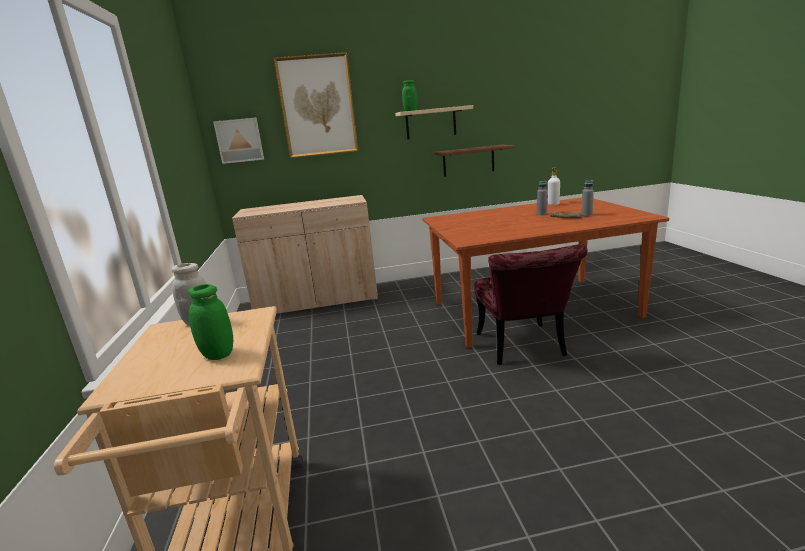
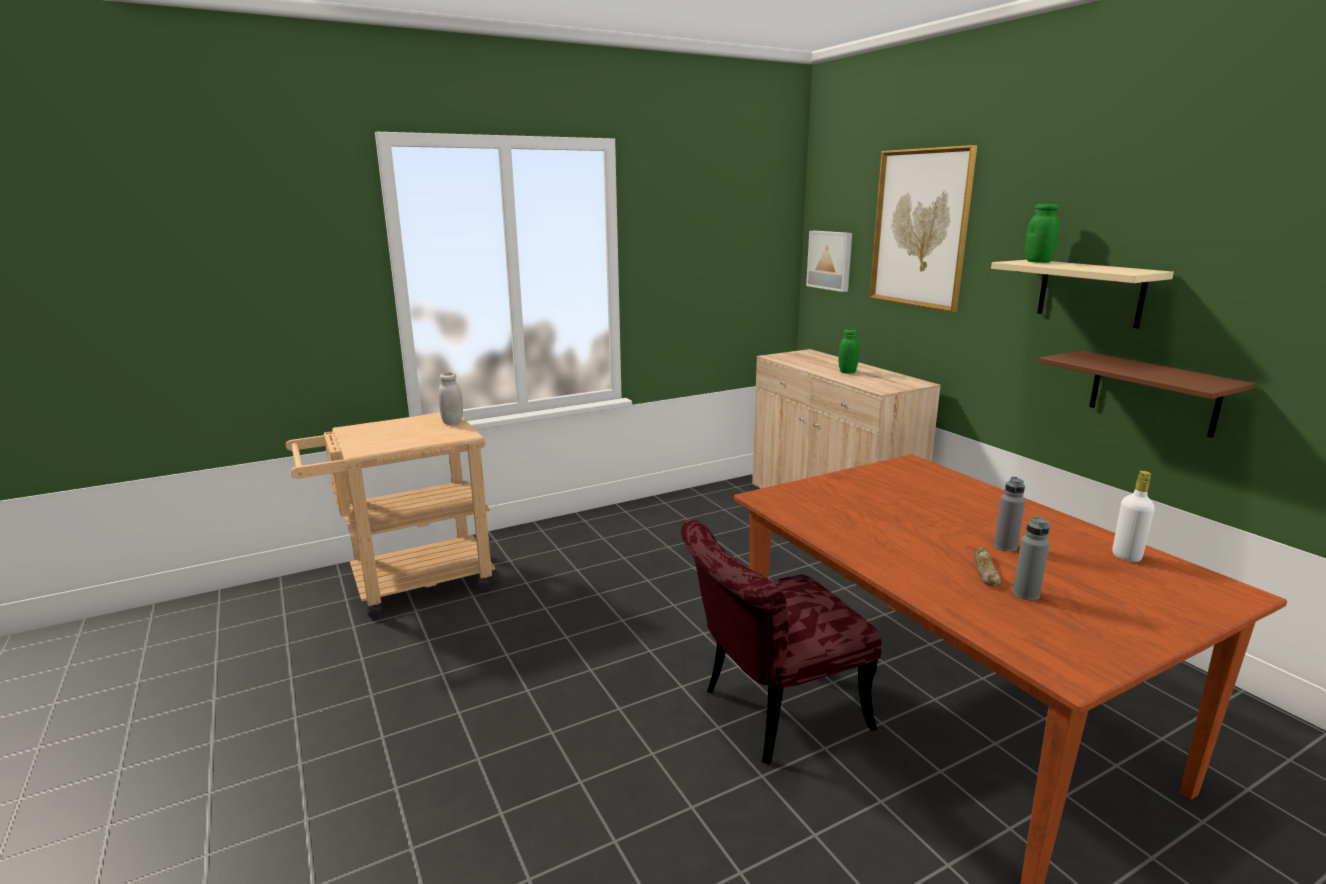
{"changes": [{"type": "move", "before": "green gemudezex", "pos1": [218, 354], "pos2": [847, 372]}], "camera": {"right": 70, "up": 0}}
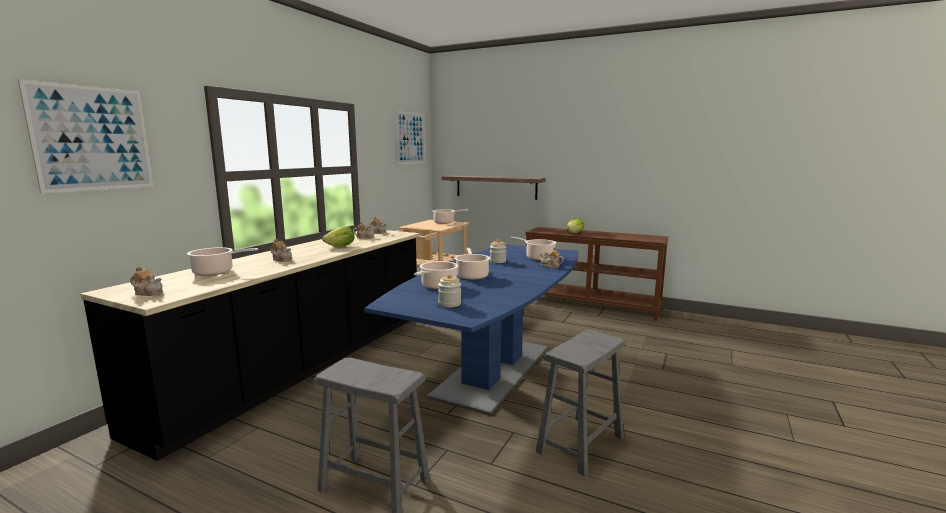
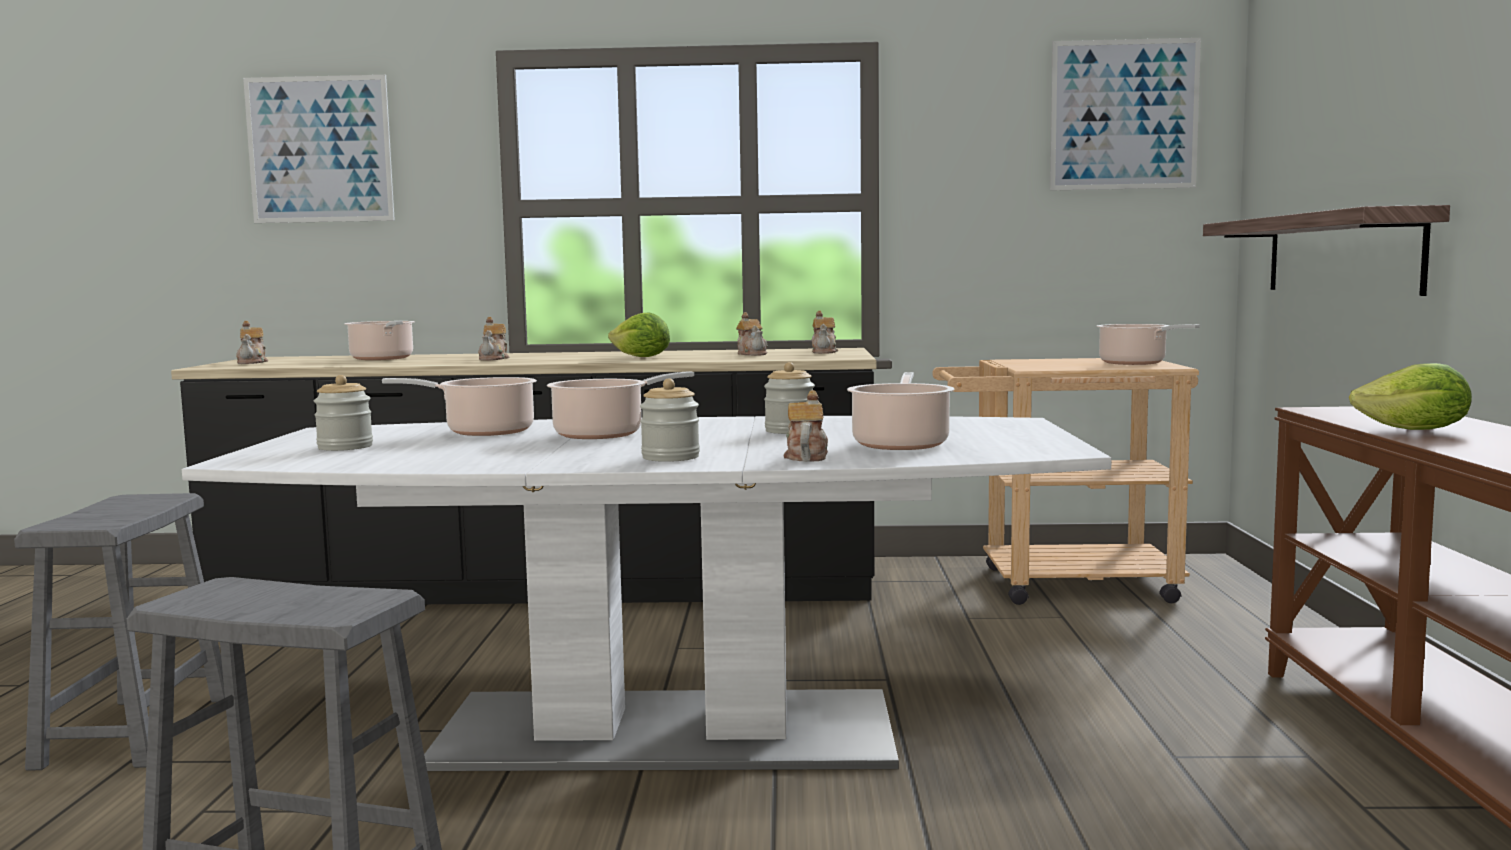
{"changes": [{"type": "recolor", "before": "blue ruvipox", "after": "white ruvipox", "pos1": [493, 371], "pos2": [664, 731]}, {"type": "insert", "after": "gemudezex", "pos2": [670, 457]}], "camera": {"right": 65, "up": -5}}
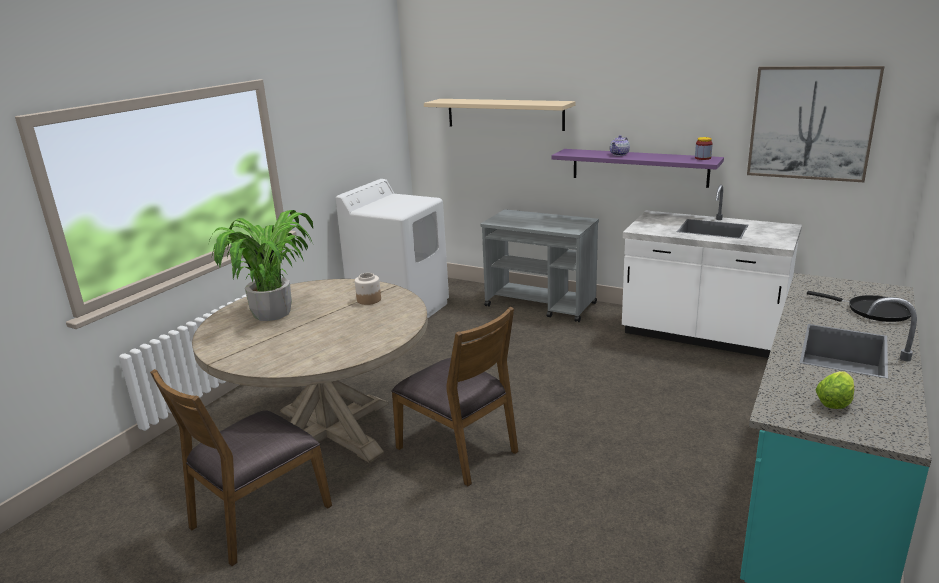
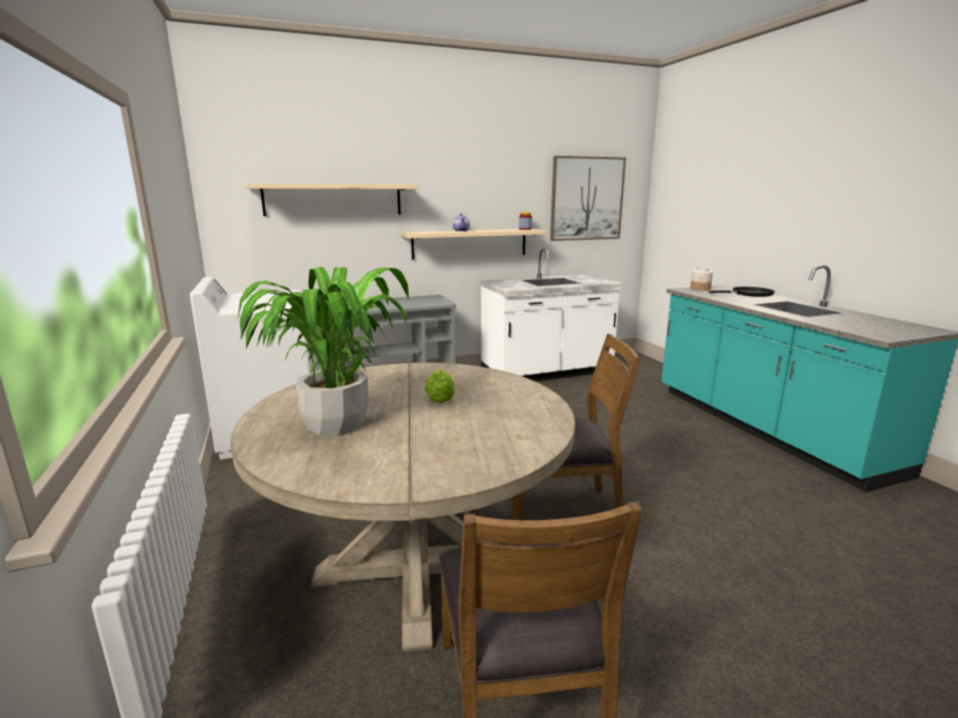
{"changes": [{"type": "move", "before": "gemudezex", "pos1": [368, 300], "pos2": [700, 289]}, {"type": "recolor", "before": "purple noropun", "after": "beige noropun", "pos1": [639, 167], "pos2": [470, 243]}, {"type": "move", "before": "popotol", "pos1": [835, 401], "pos2": [439, 398]}], "camera": {"right": -50, "up": -5}}
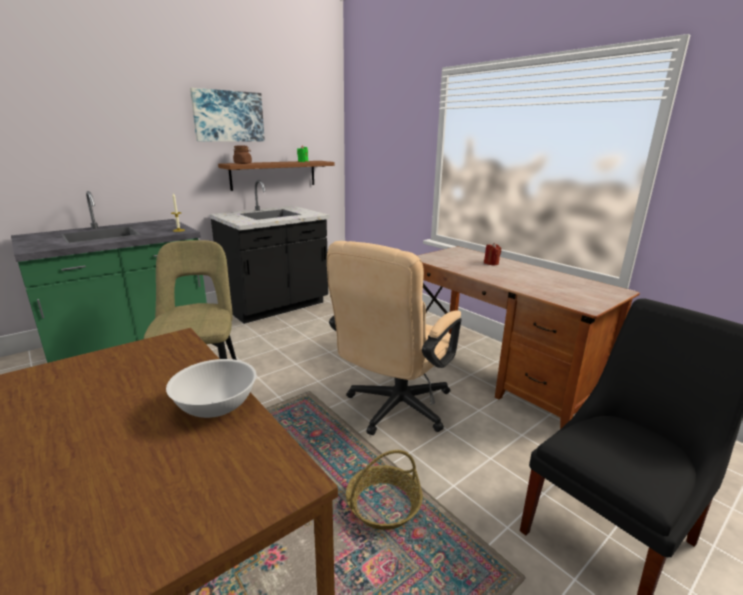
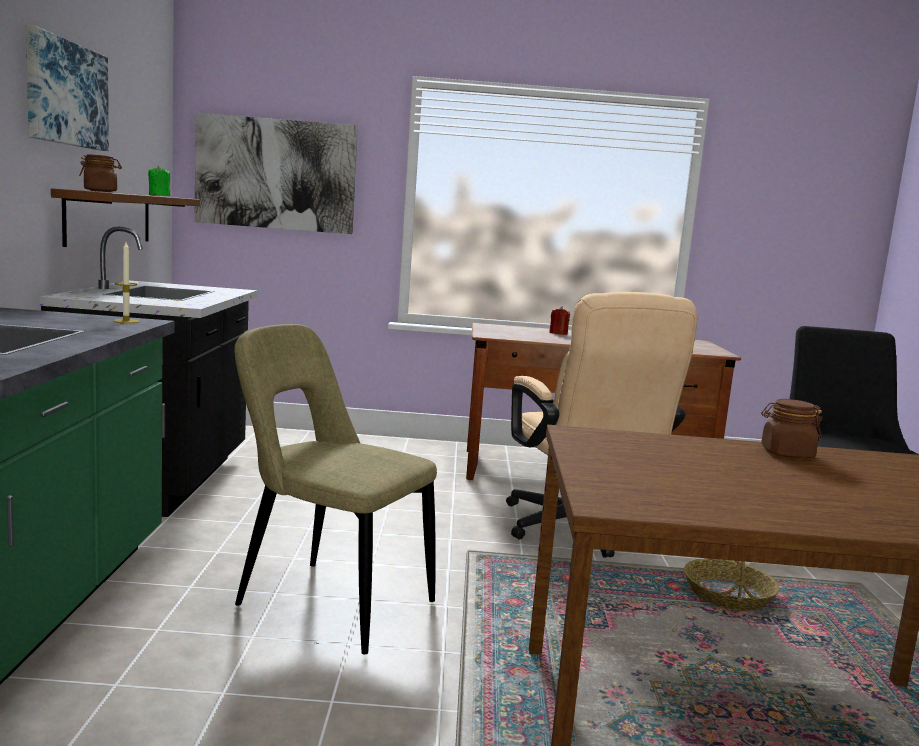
{"changes": [{"type": "replace", "before": "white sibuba", "after": "brown gemudezex", "pos1": [216, 406], "pos2": [786, 453]}, {"type": "insert", "after": "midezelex", "pos2": [275, 174]}], "camera": {"right": -50, "up": -10}}
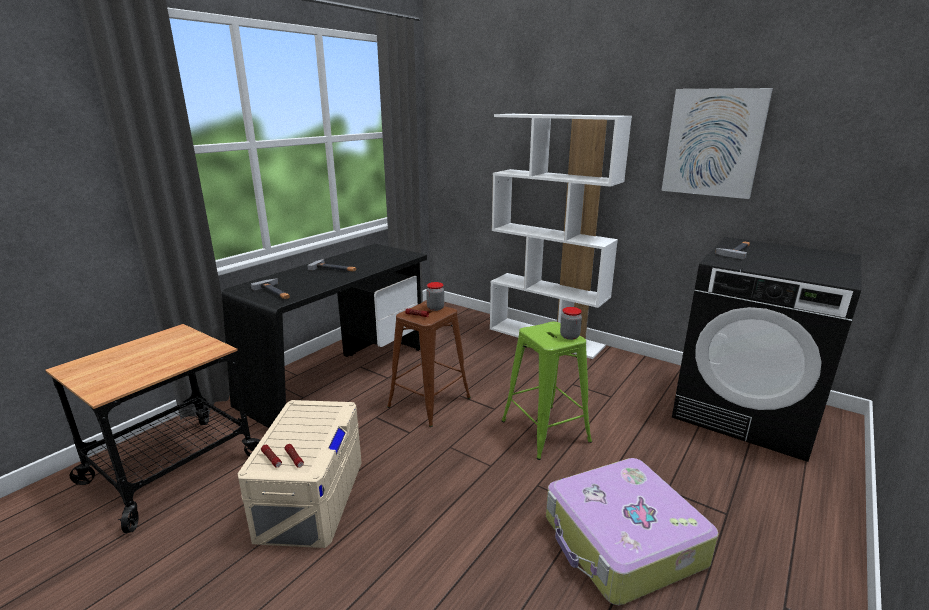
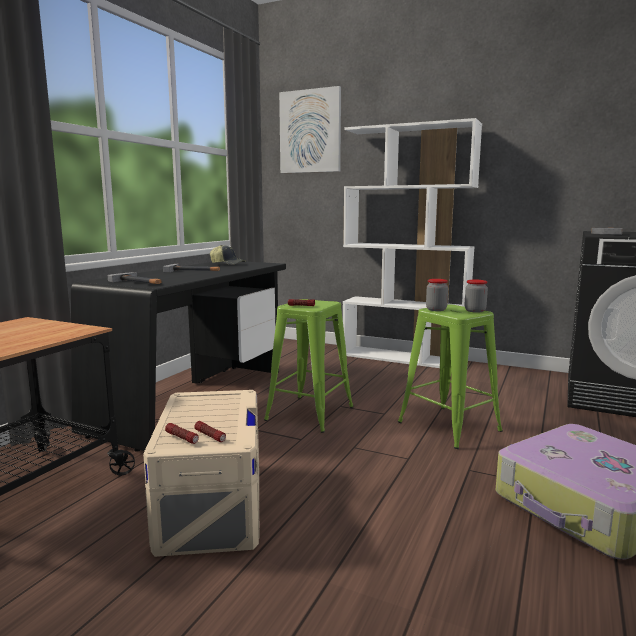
{"changes": [{"type": "recolor", "before": "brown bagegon", "after": "green bagegon", "pos1": [430, 402], "pos2": [310, 413]}, {"type": "move", "before": "gemudezex", "pos1": [435, 308], "pos2": [436, 309]}, {"type": "move", "before": "midezelex", "pos1": [713, 143], "pos2": [310, 131]}, {"type": "insert", "after": "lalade", "pos2": [228, 263]}], "camera": {"right": -10, "up": -10}}
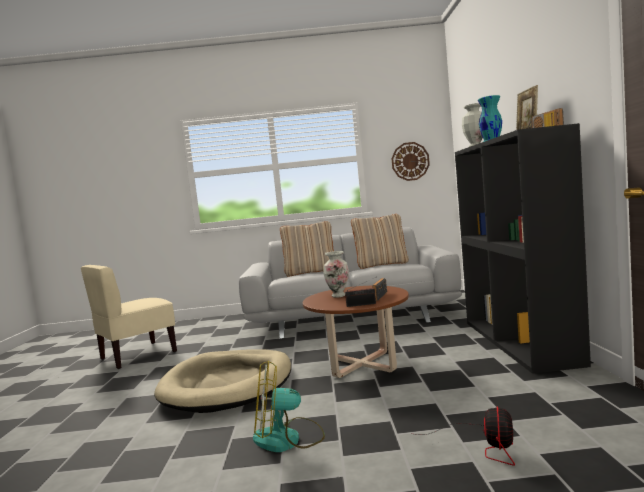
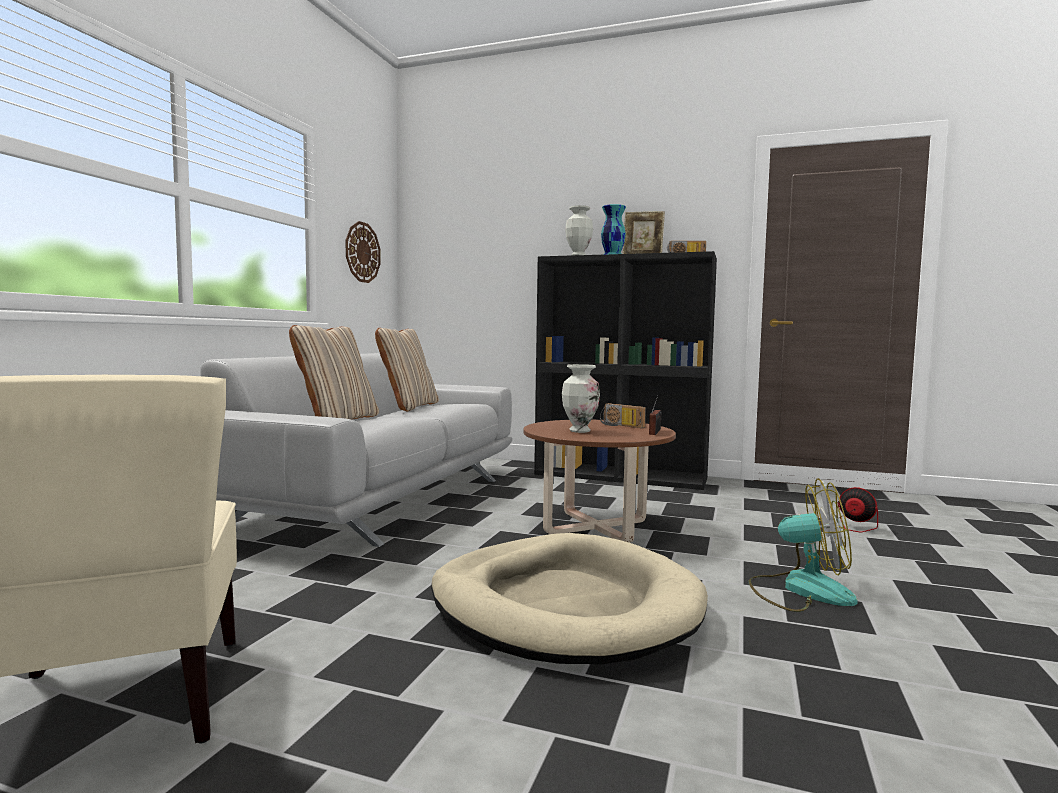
{"changes": [{"type": "rotate", "before": "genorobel", "pos1": [288, 439], "pos2": [800, 590], "turn": -90}], "camera": {"right": -70, "up": 0}}
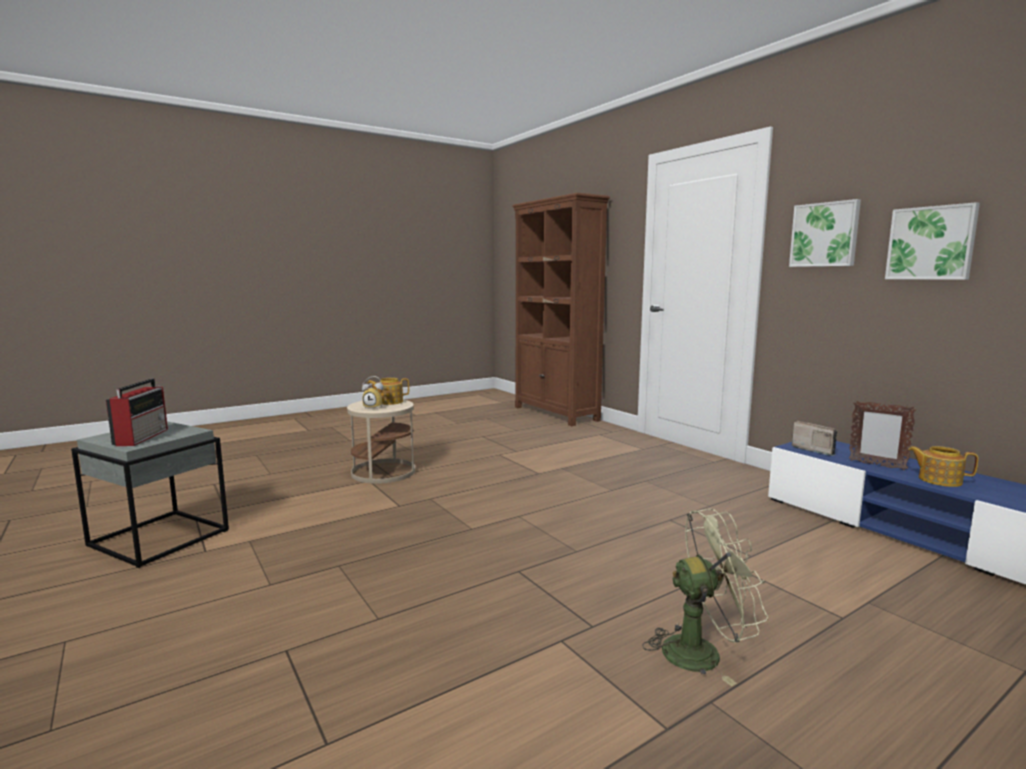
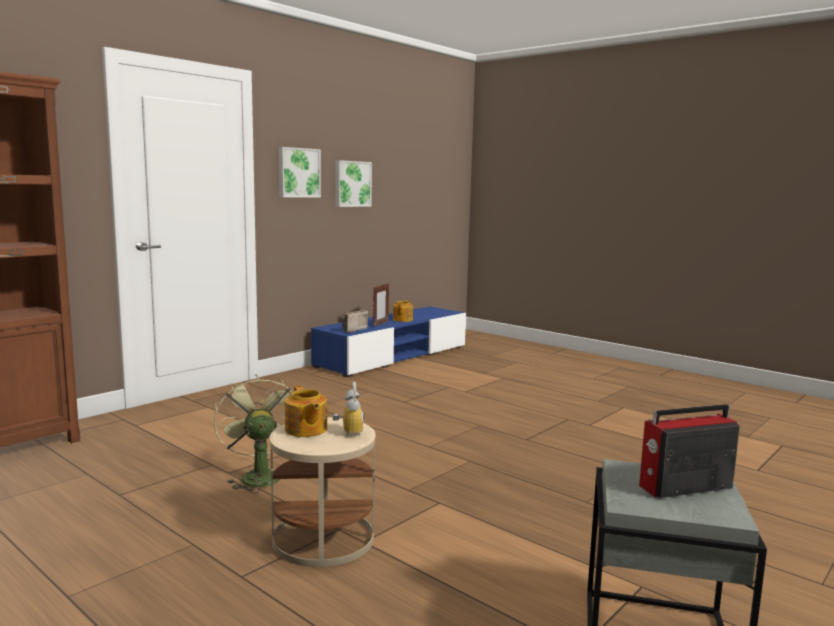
{"changes": [{"type": "move", "before": "green genorobel", "pos1": [702, 651], "pos2": [258, 476]}], "camera": {"right": -105, "up": 0}}
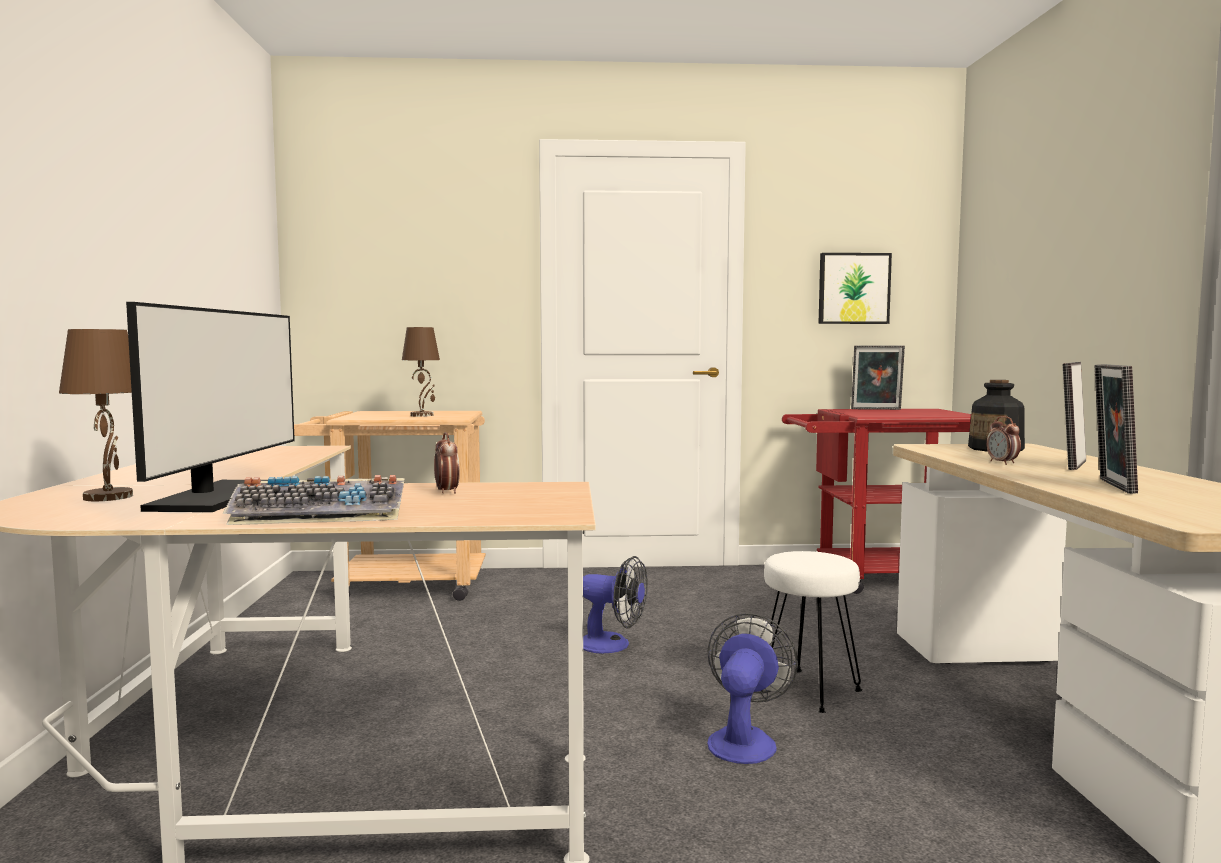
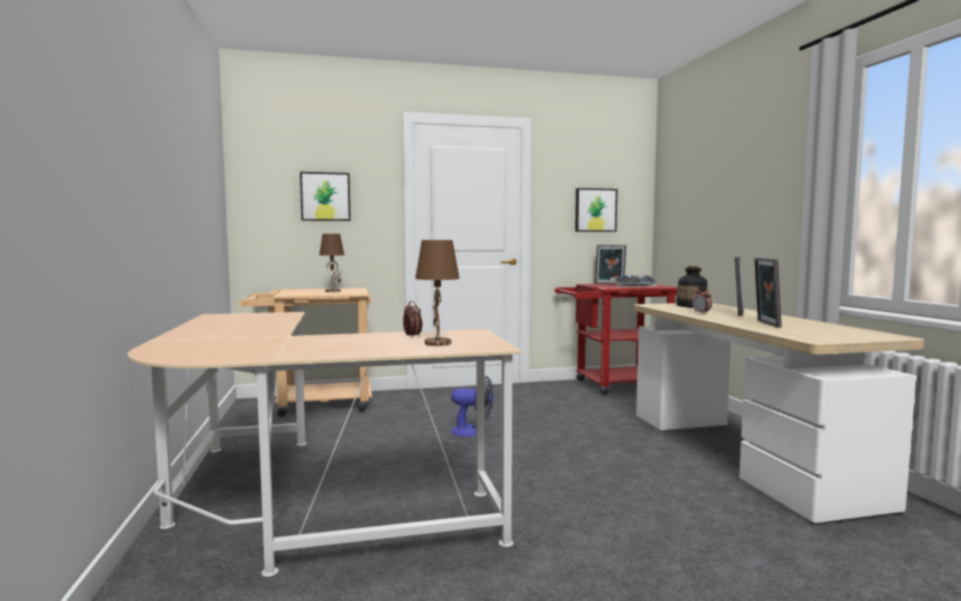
{"changes": [{"type": "move", "before": "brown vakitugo", "pos1": [108, 497], "pos2": [437, 343]}, {"type": "delete", "before": "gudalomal", "pos1": [217, 497]}, {"type": "move", "before": "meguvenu", "pos1": [323, 515], "pos2": [633, 285]}, {"type": "delete", "before": "genorobel", "pos1": [744, 740]}, {"type": "delete", "before": "white bagegon", "pos1": [807, 690]}, {"type": "insert", "after": "midezelex", "pos2": [325, 196]}], "camera": {"right": -10, "up": 0}}
